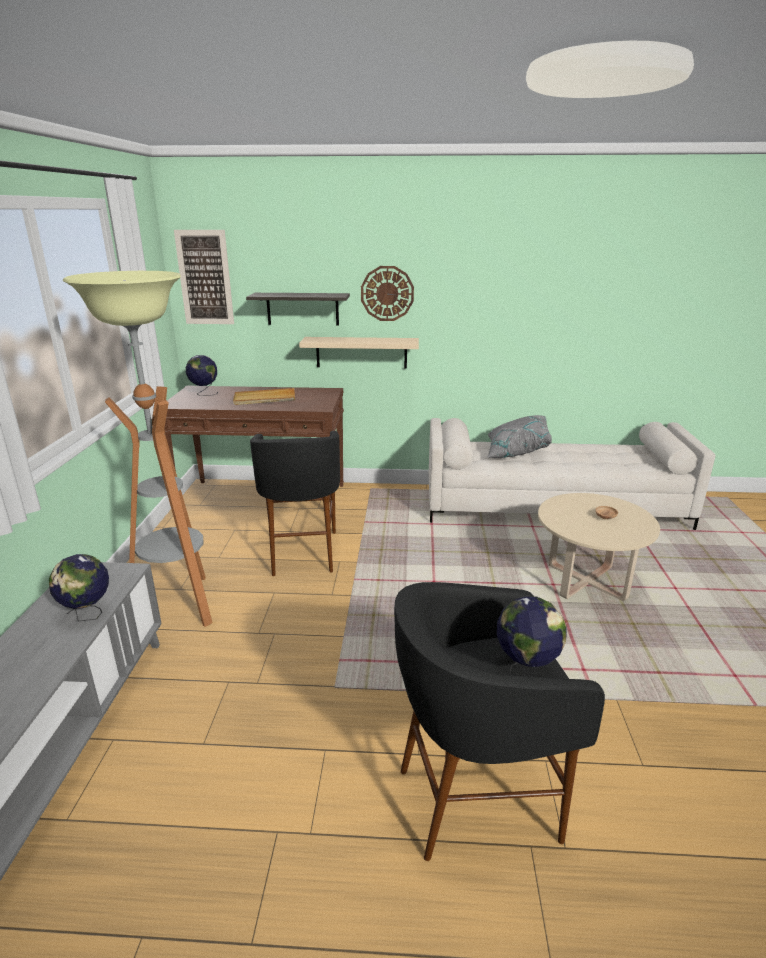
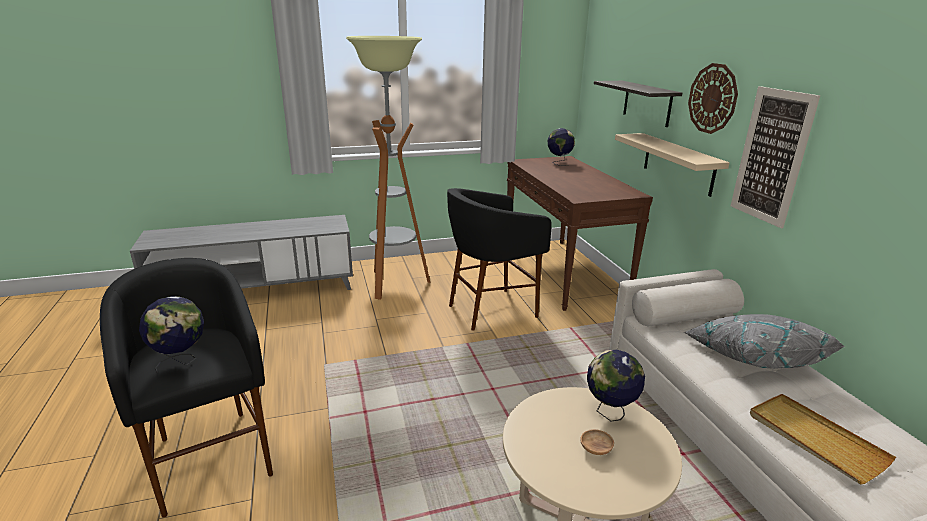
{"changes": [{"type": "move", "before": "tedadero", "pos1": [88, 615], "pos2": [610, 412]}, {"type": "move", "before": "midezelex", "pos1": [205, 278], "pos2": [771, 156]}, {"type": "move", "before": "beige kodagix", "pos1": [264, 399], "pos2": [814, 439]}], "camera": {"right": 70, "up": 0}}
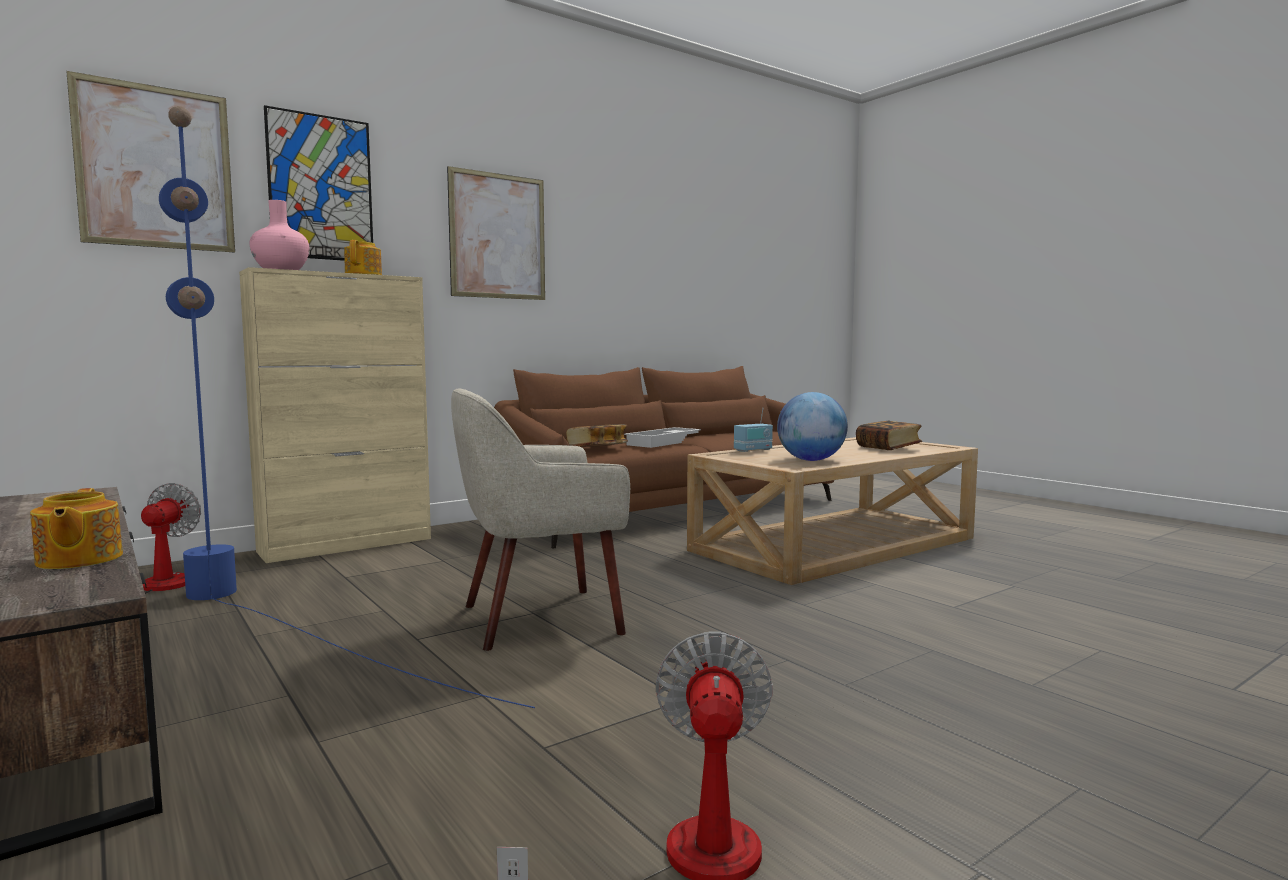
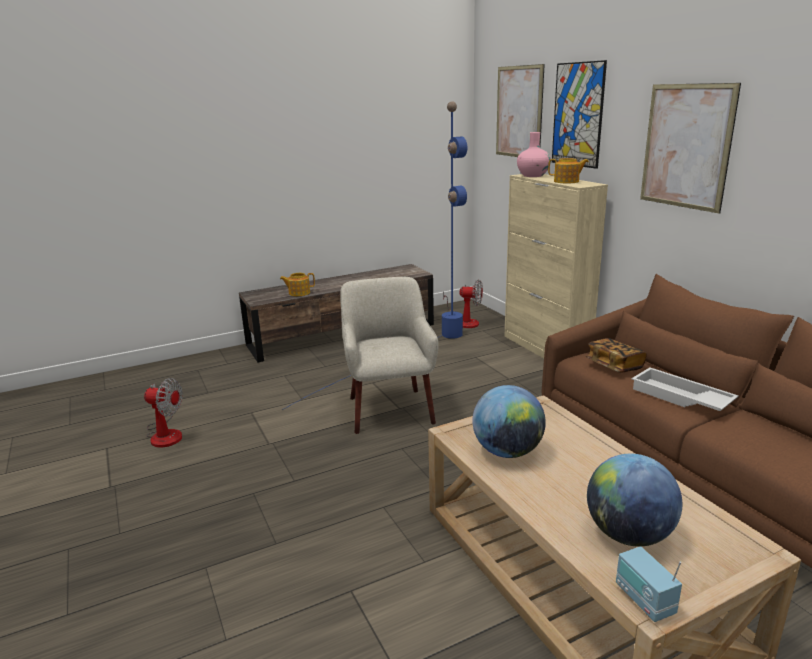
{"changes": [{"type": "move", "before": "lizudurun", "pos1": [753, 450], "pos2": [644, 600]}, {"type": "replace", "before": "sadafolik", "after": "tedadero", "pos1": [888, 448], "pos2": [628, 535]}], "camera": {"right": 100, "up": 15}}
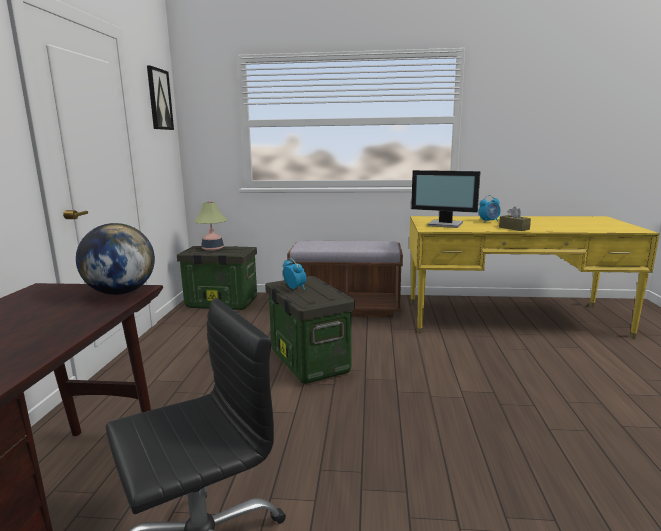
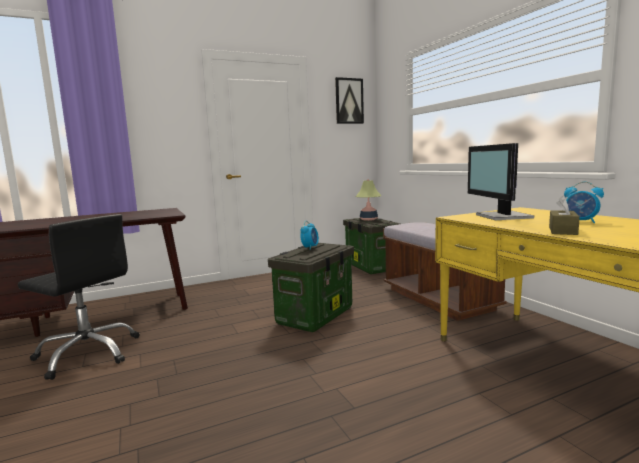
{"changes": [{"type": "delete", "before": "tedadero", "pos1": [121, 292]}], "camera": {"right": 60, "up": -5}}
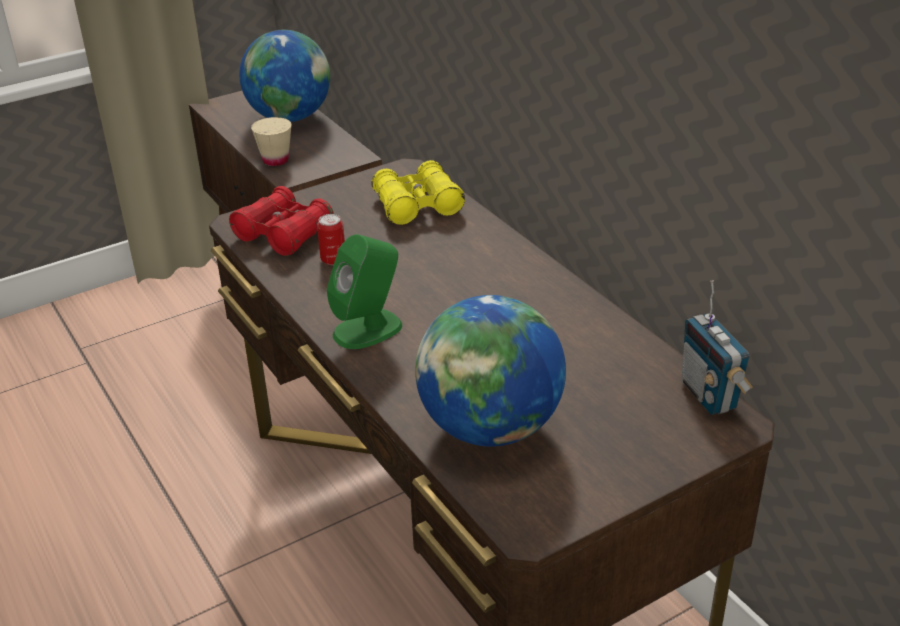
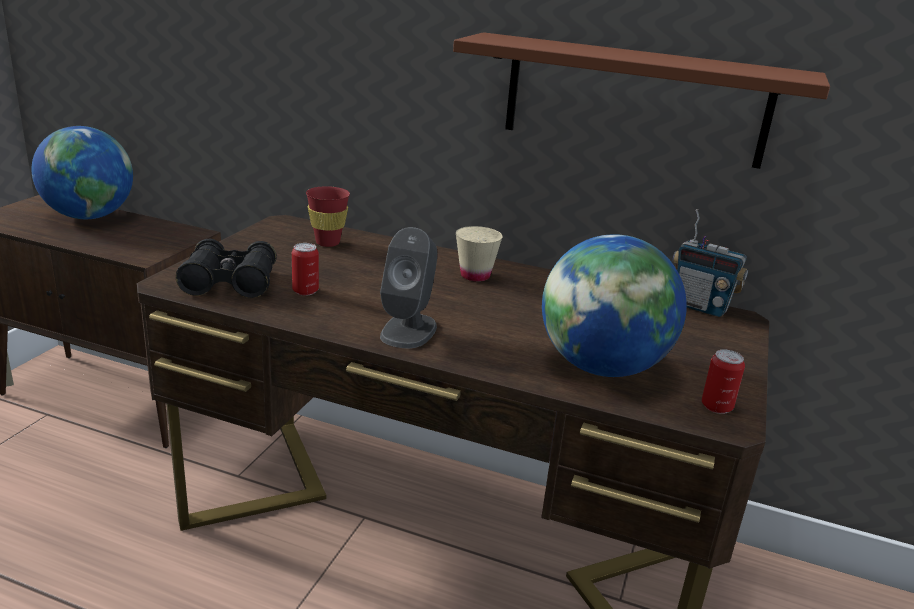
{"changes": [{"type": "recolor", "before": "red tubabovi", "after": "black tubabovi", "pos1": [283, 234], "pos2": [230, 283]}, {"type": "move", "before": "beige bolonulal", "pos1": [275, 160], "pos2": [475, 276]}, {"type": "recolor", "before": "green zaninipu", "after": "grey zaninipu", "pos1": [368, 329], "pos2": [409, 330]}, {"type": "replace", "before": "yellow tubabovi", "after": "red bolonulal", "pos1": [417, 205], "pos2": [327, 243]}, {"type": "insert", "after": "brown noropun", "pos2": [635, 100]}, {"type": "insert", "after": "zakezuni", "pos2": [716, 407]}], "camera": {"right": -40, "up": -10}}
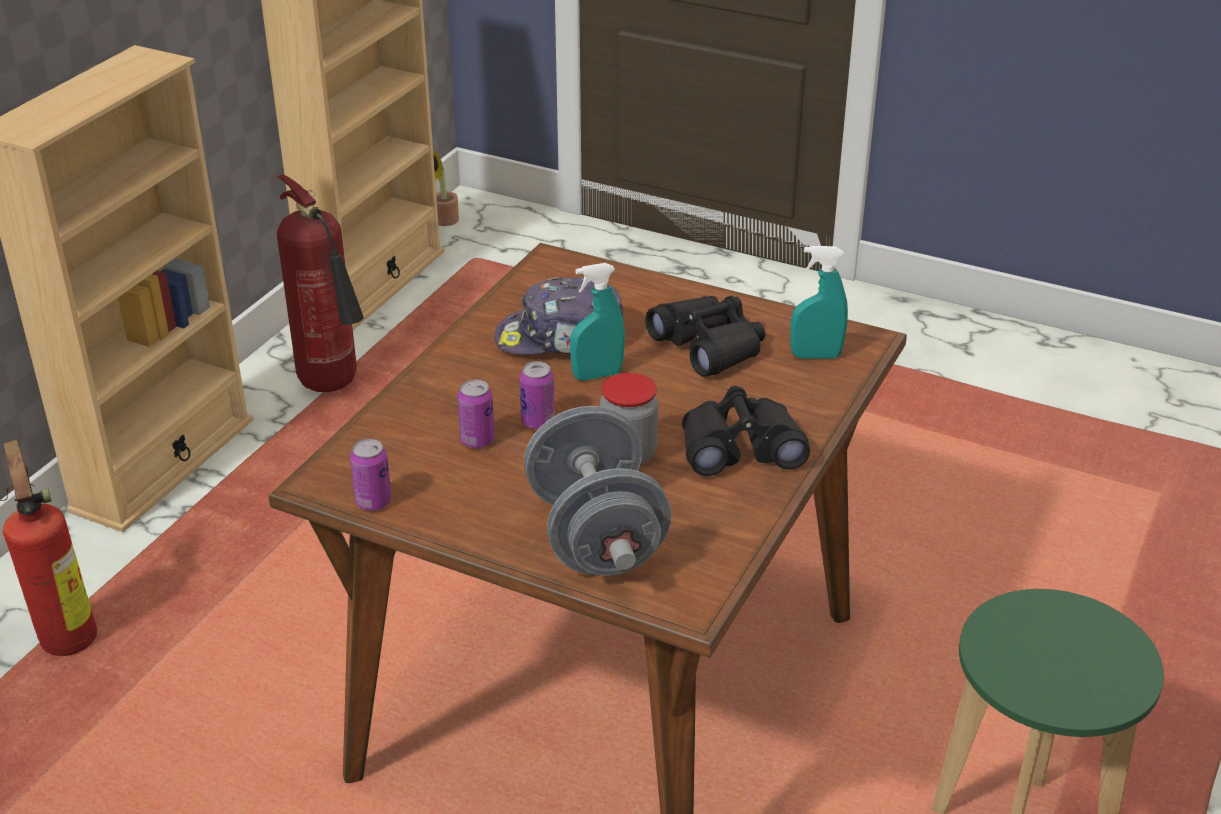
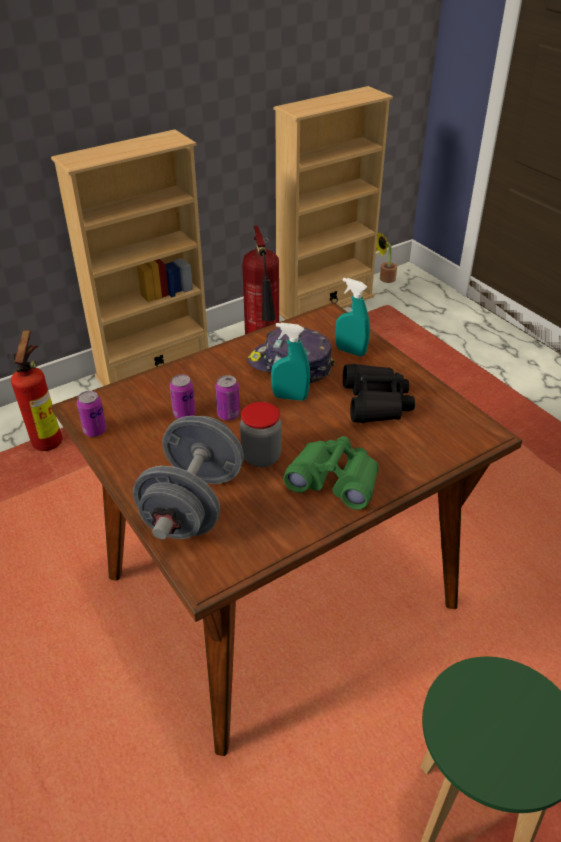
{"changes": [{"type": "recolor", "before": "black tubabovi", "after": "green tubabovi", "pos1": [740, 448], "pos2": [334, 480]}, {"type": "move", "before": "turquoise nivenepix", "pos1": [816, 356], "pos2": [350, 351]}], "camera": {"right": 30, "up": 5}}
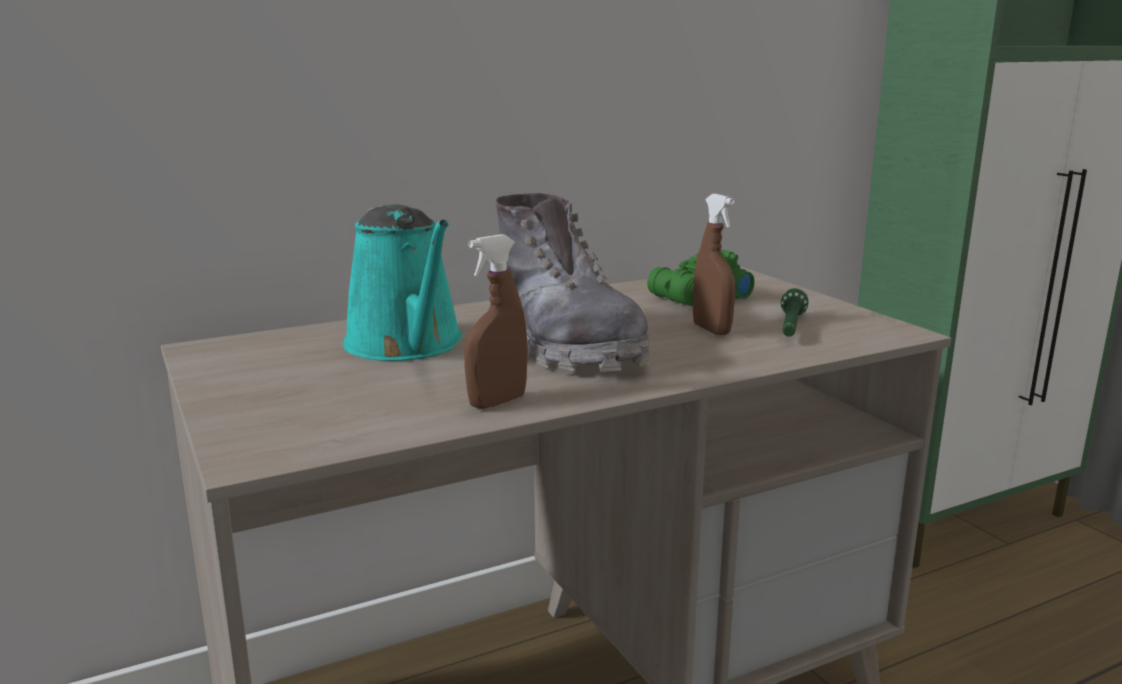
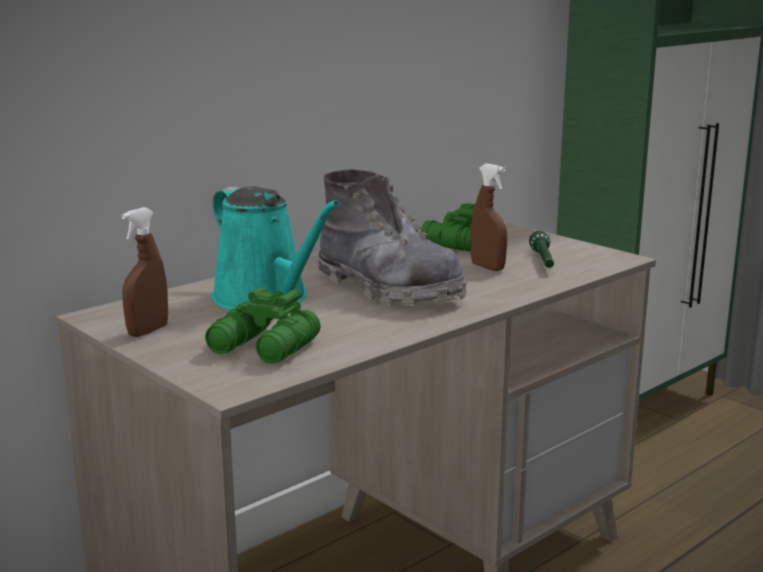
{"changes": [{"type": "move", "before": "brown nivenepix", "pos1": [497, 402], "pos2": [148, 331]}, {"type": "insert", "after": "green tubabovi", "pos2": [264, 348]}], "camera": {"right": -15, "up": 0}}
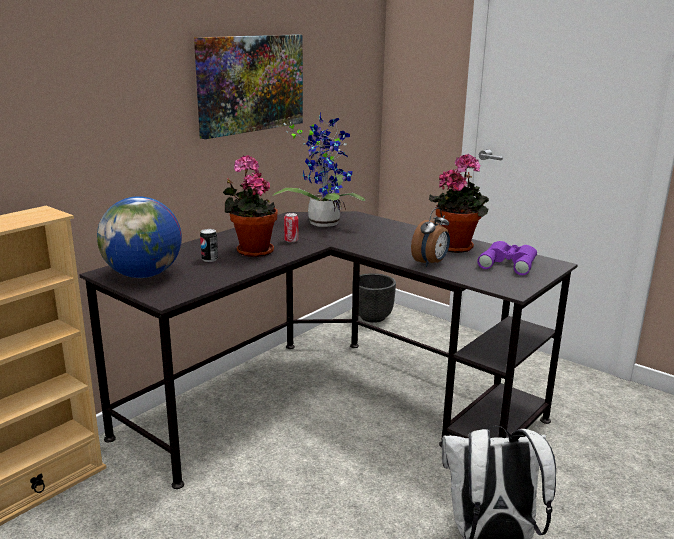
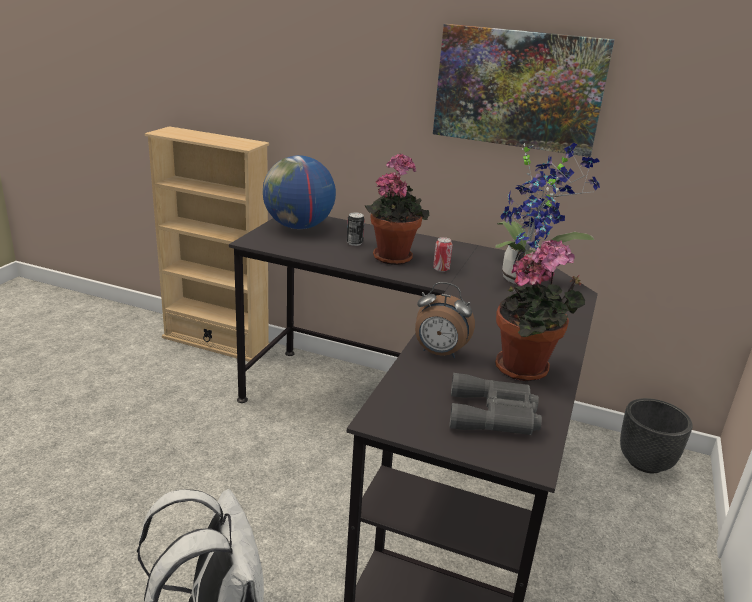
{"changes": [{"type": "recolor", "before": "purple tubabovi", "after": "grey tubabovi", "pos1": [509, 263], "pos2": [495, 415]}], "camera": {"right": 70, "up": 5}}
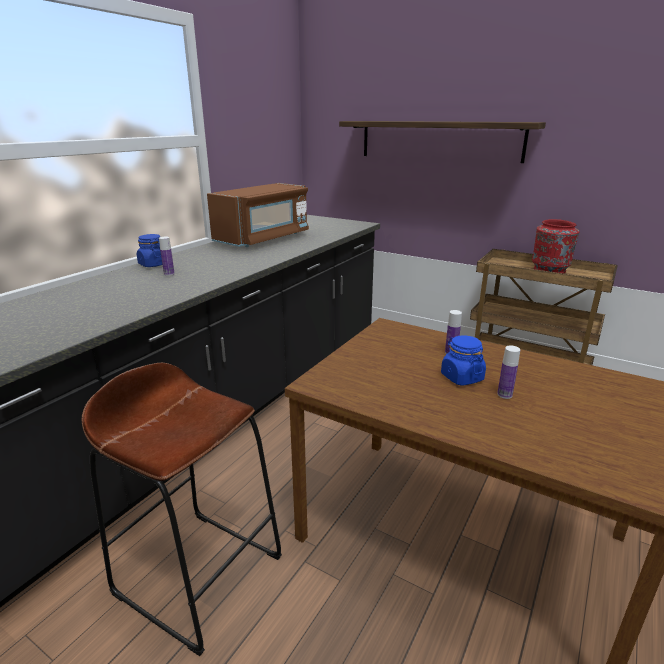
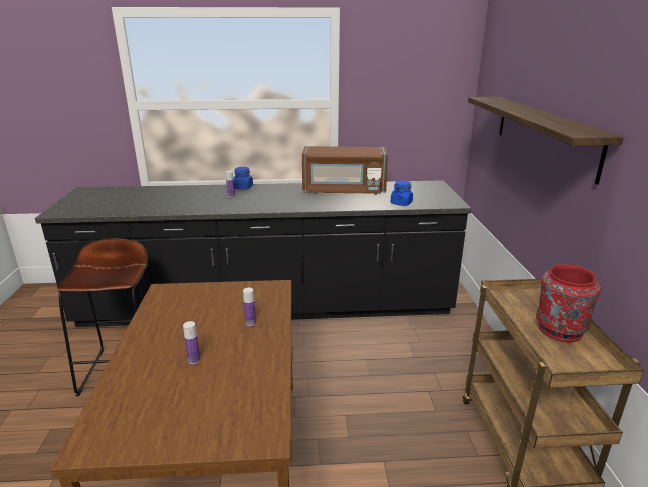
{"changes": [{"type": "move", "before": "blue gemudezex", "pos1": [461, 377], "pos2": [401, 203]}], "camera": {"right": 55, "up": 0}}
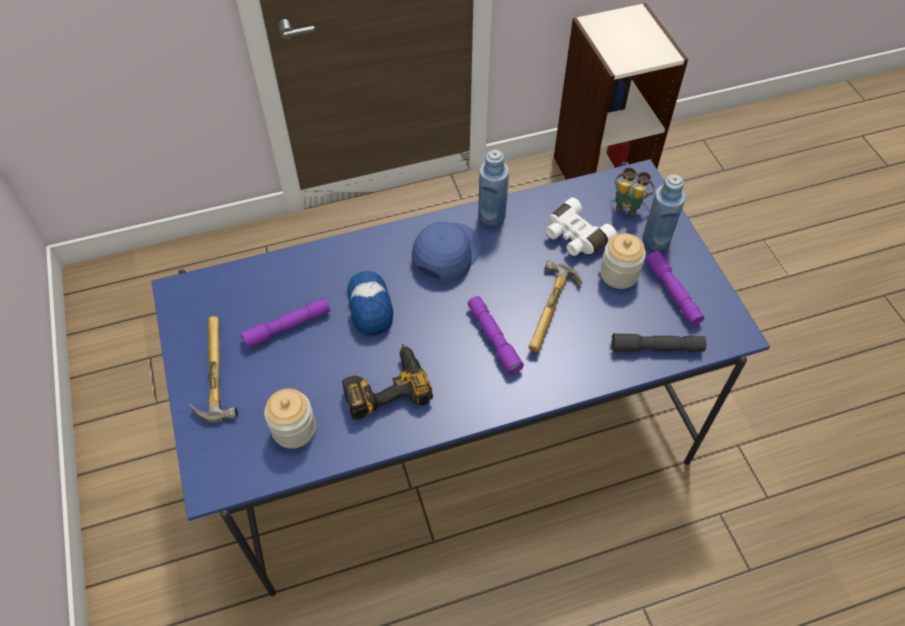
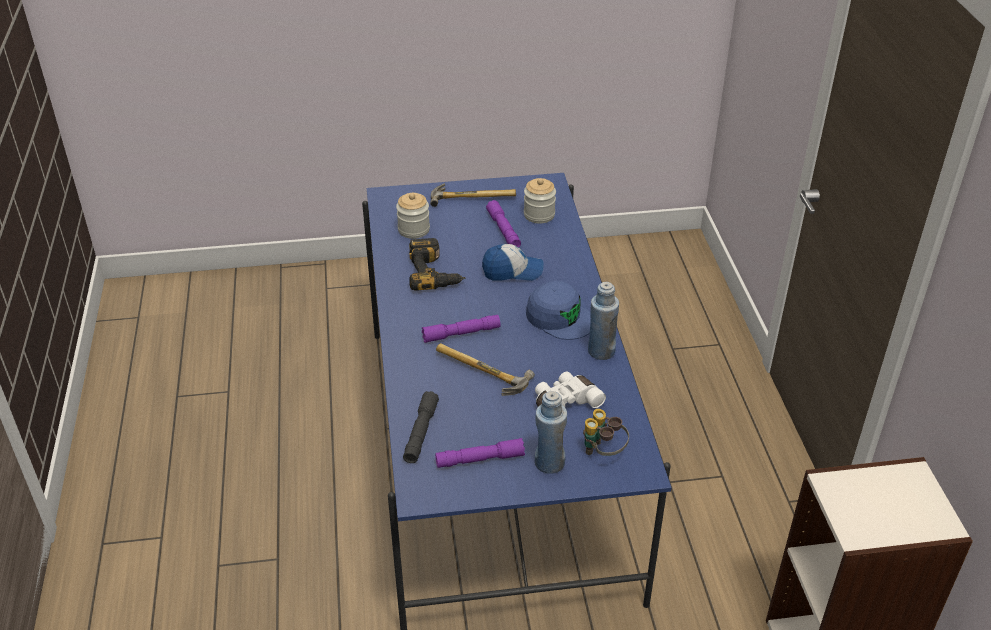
{"changes": [{"type": "move", "before": "gemudezex", "pos1": [619, 274], "pos2": [539, 215]}], "camera": {"right": 100, "up": -15}}
